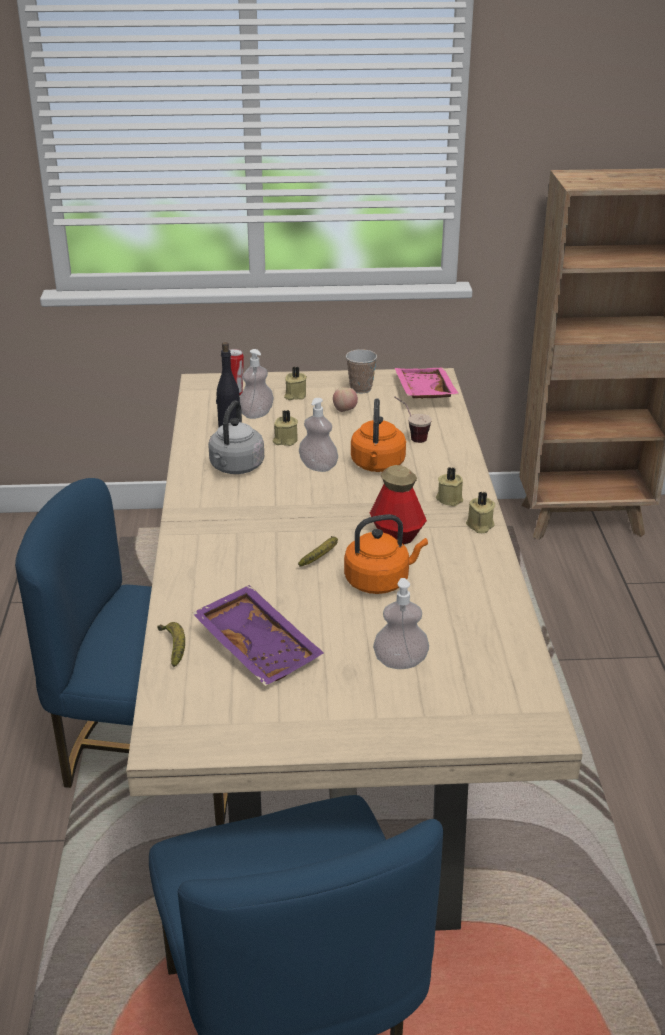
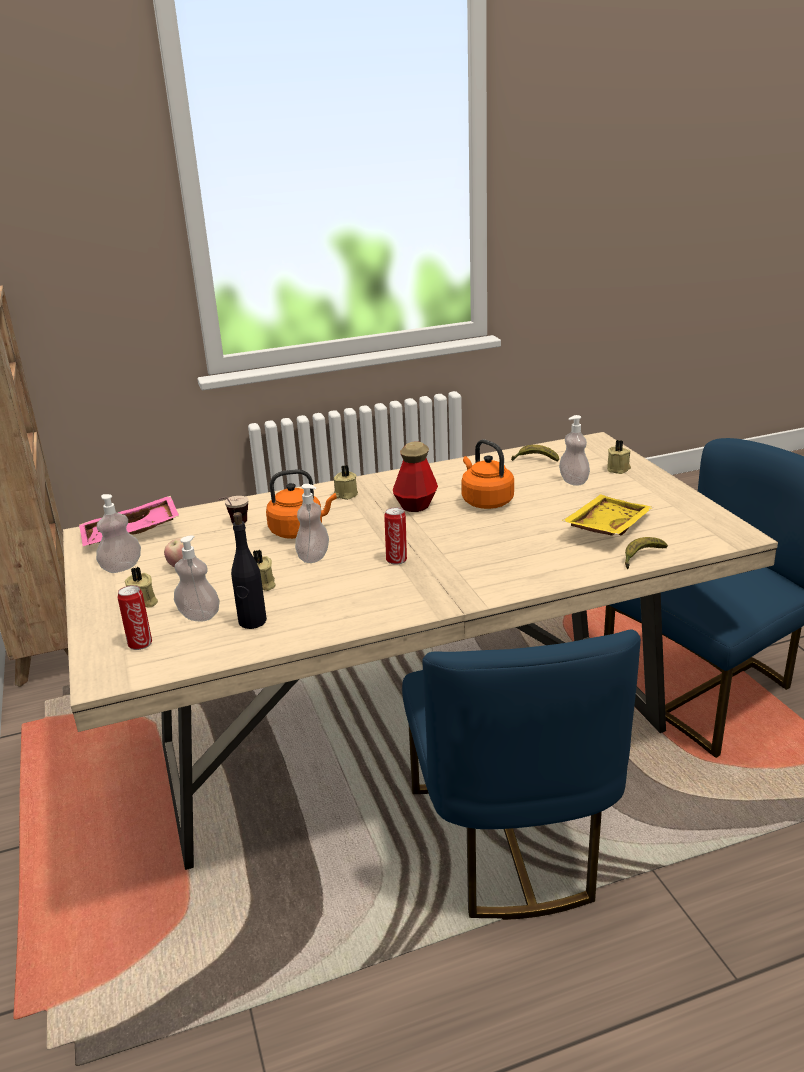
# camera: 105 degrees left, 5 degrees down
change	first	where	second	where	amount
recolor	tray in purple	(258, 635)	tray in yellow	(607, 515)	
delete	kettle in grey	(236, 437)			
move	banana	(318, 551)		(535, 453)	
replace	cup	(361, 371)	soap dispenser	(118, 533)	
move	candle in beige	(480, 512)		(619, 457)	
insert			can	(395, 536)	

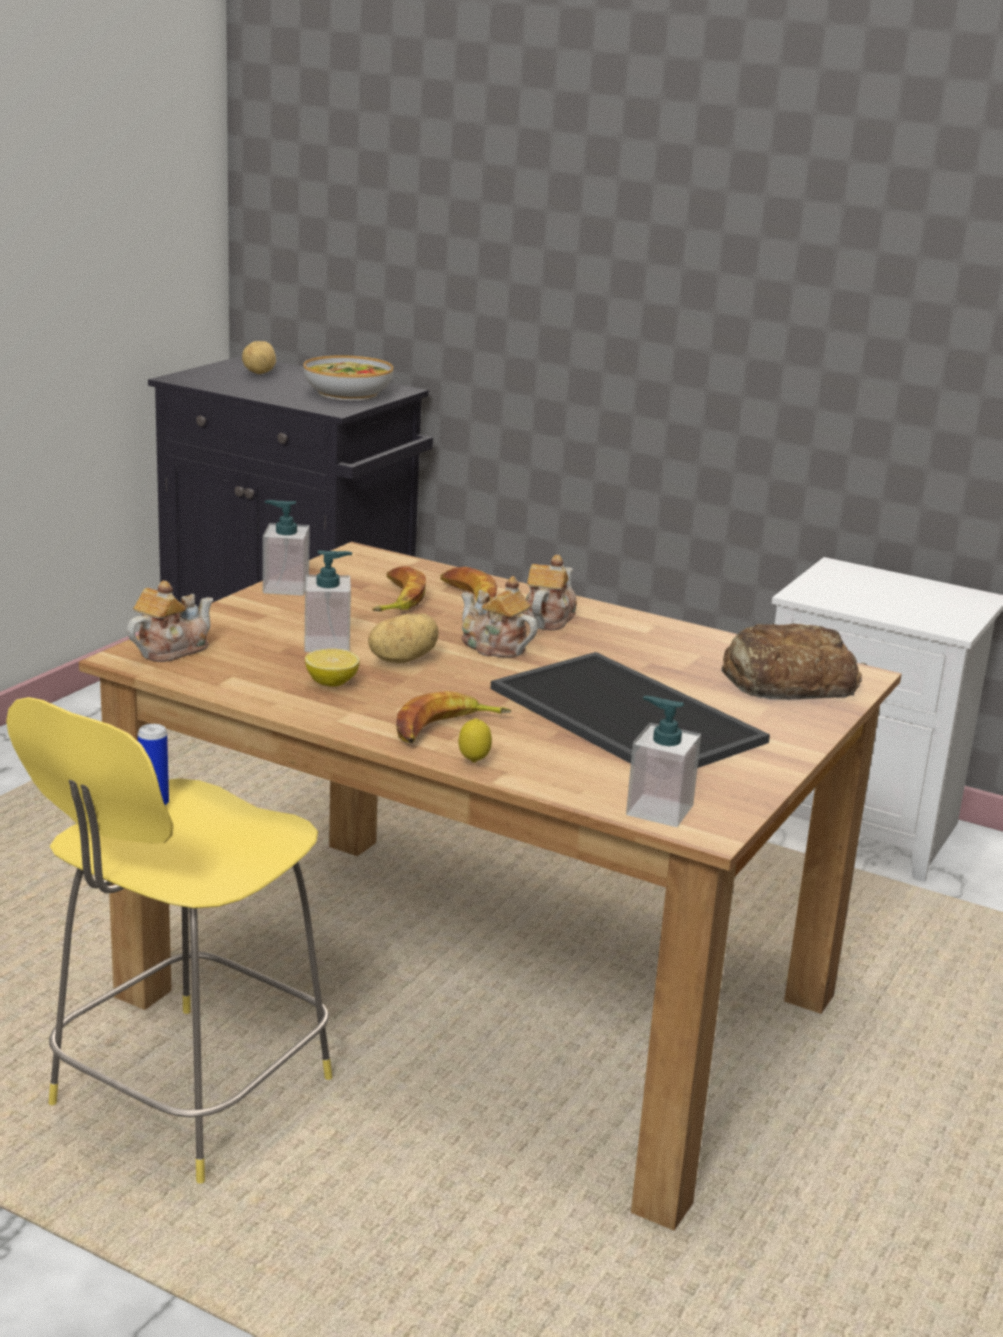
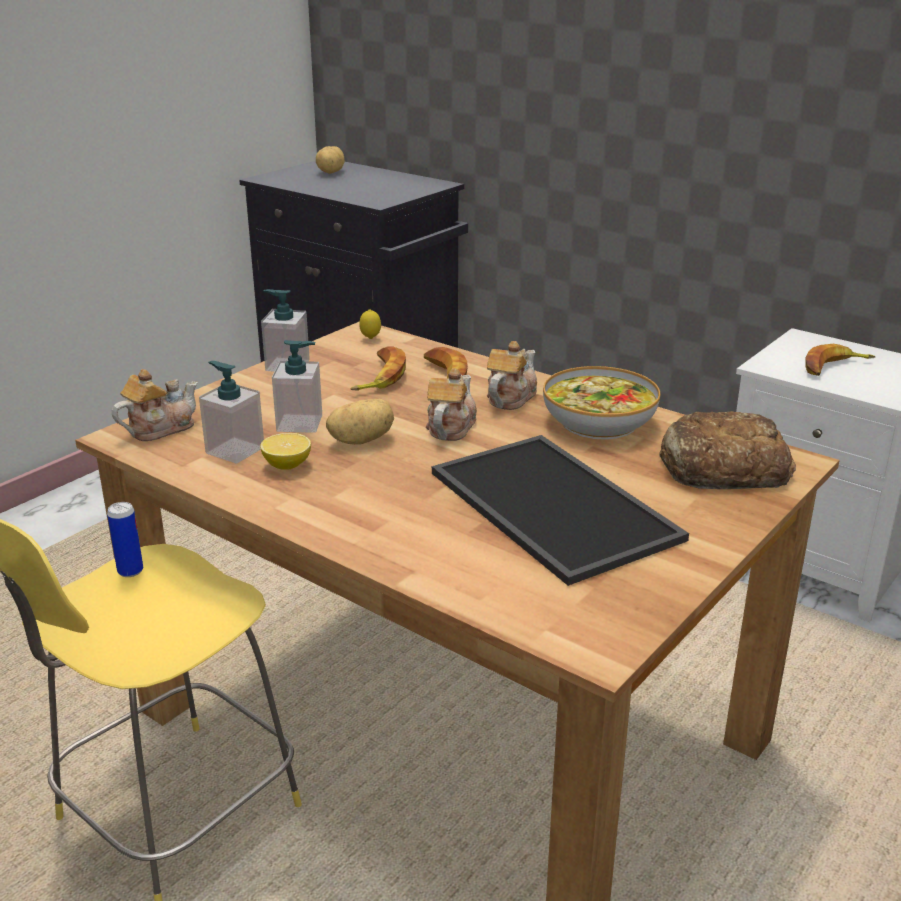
# camera: 10 degrees right, 5 degrees up
change	first	where	second	where	amount
move	bowl	(348, 377)		(601, 403)	
move	banana	(453, 717)		(840, 360)	
move	lemon	(475, 740)		(370, 324)	
rotate	teapot	(499, 616)		(451, 404)	60 degrees clockwise
move	soap dispenser	(663, 761)		(231, 412)	

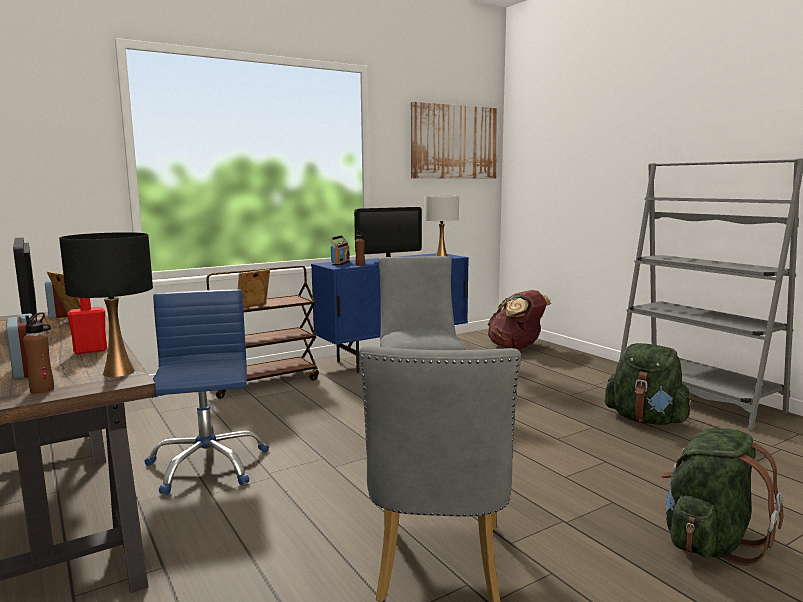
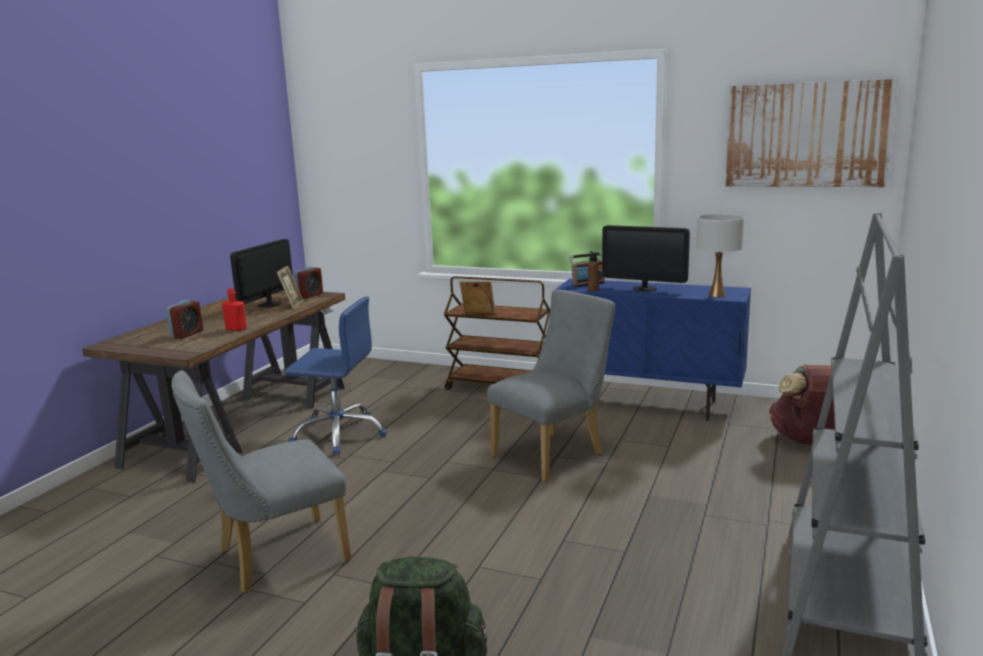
# camera: 55 degrees right, 5 degrees up
change	first	where	second	where	amount
delete	bottle in brown	(38, 353)			
delete	table lamp in black	(106, 304)			
rotate	office chair in blue	(206, 392)		(336, 375)	60 degrees clockwise
delete	backpack in green	(649, 384)			

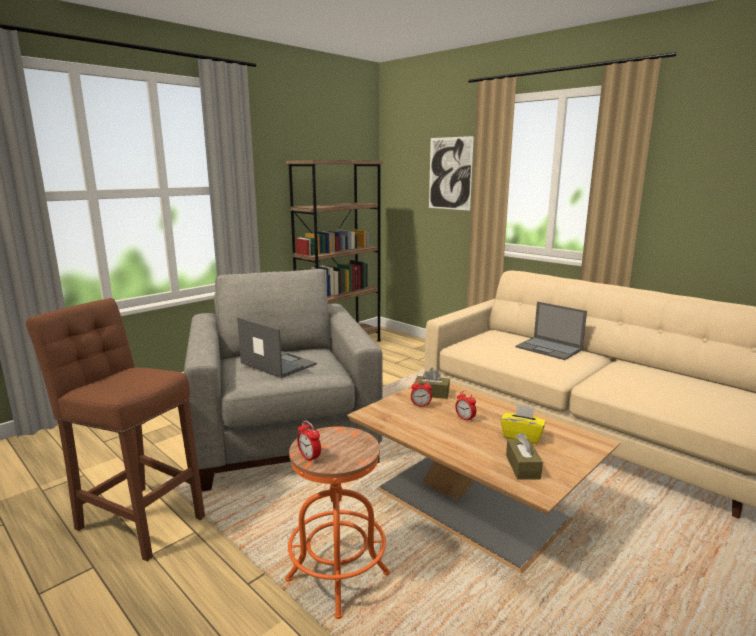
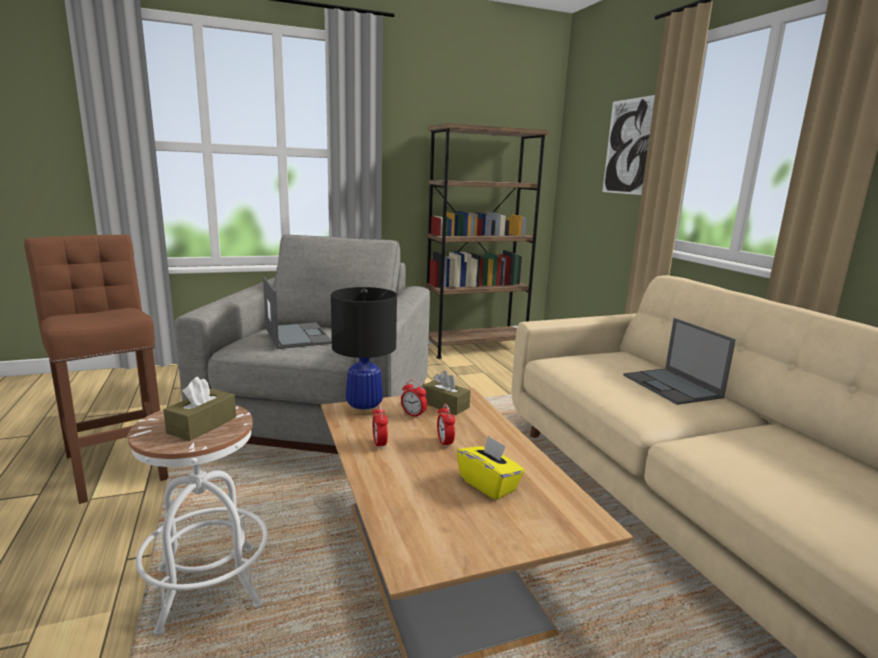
# camera: 25 degrees right, 0 degrees up
change	first	where	second	where	amount
recolor	stool in orange	(337, 522)	stool in white	(198, 520)	
move	alarm clock	(309, 442)		(380, 427)	
move	tissue box in brown	(524, 456)		(200, 409)	
insert			table lamp in black	(364, 351)	

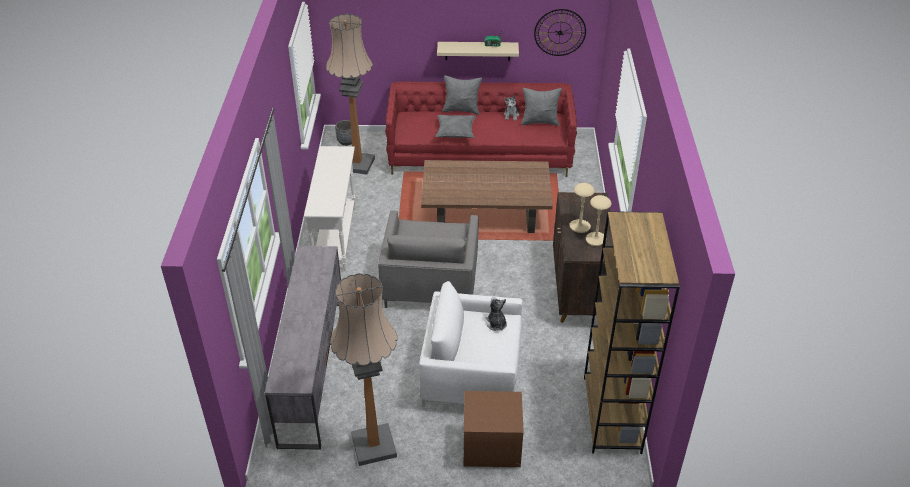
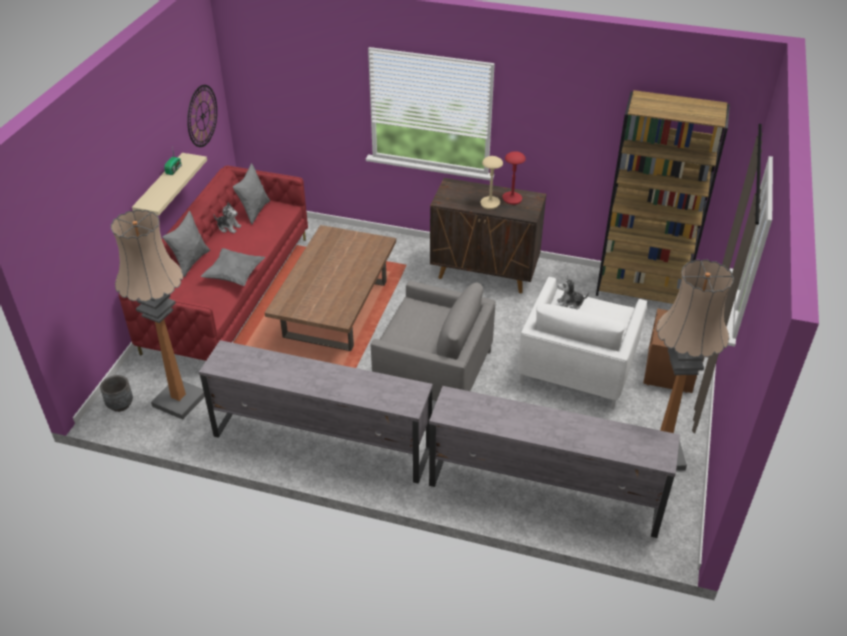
# camera: 75 degrees left, 0 degrees up
change	first	where	second	where	amount
replace	console table in white	(330, 208)	tv stand in grey	(316, 412)	
recolor	table lamp in beige	(598, 220)	table lamp in red	(514, 178)	

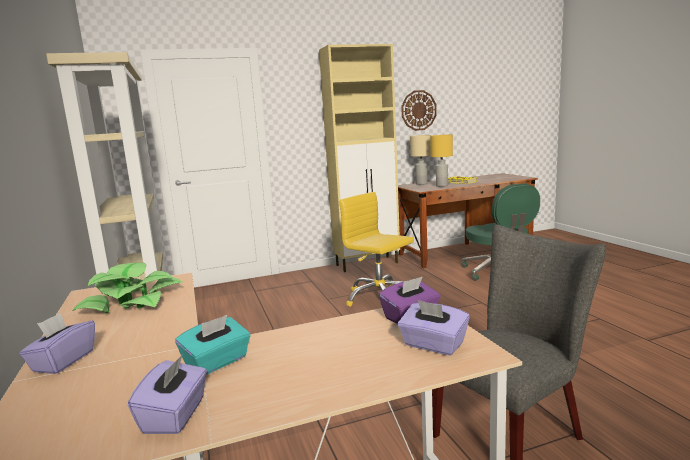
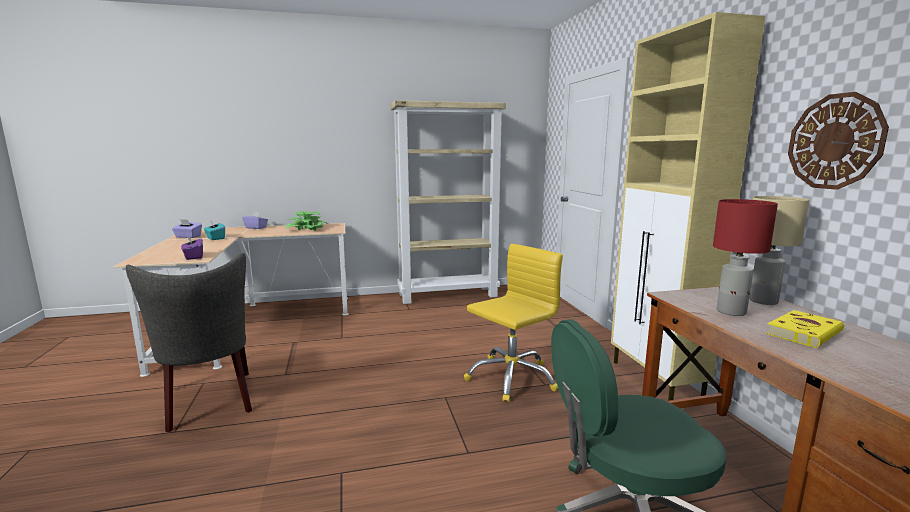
# camera: 95 degrees right, 0 degrees up
change	first	where	second	where	amount
delete	tissue box in purple	(433, 328)			
recolor	table lamp in yellow	(441, 161)	table lamp in red	(745, 257)	

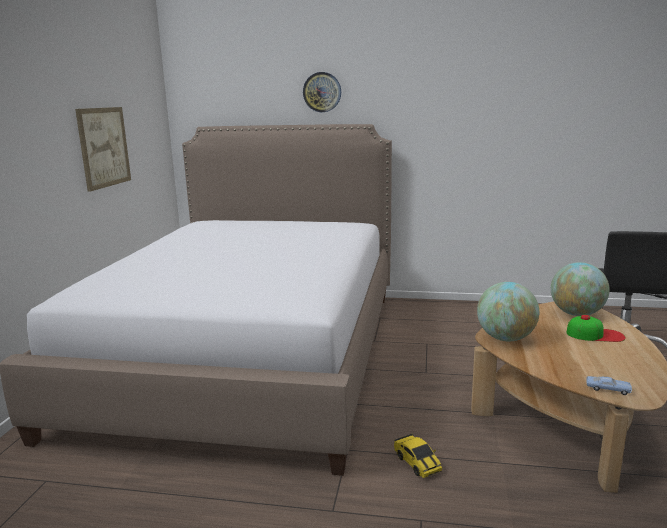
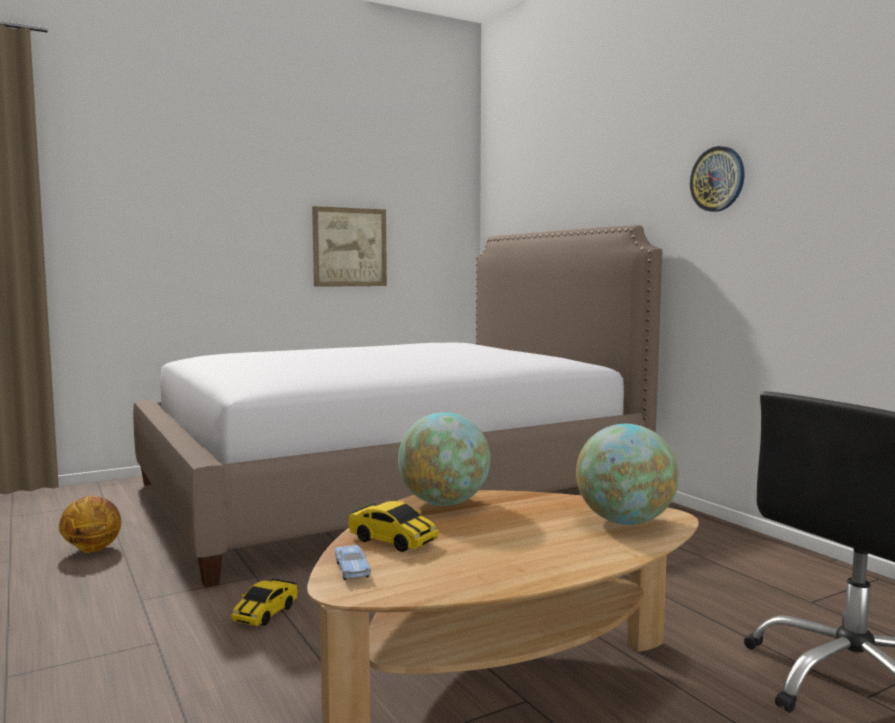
# camera: 50 degrees right, 10 degrees down
change	first	where	second	where	amount
move	wall clock	(322, 92)		(717, 179)	
delete	cap	(596, 328)			
insert			basketball	(90, 524)	
insert			toy car	(393, 526)	

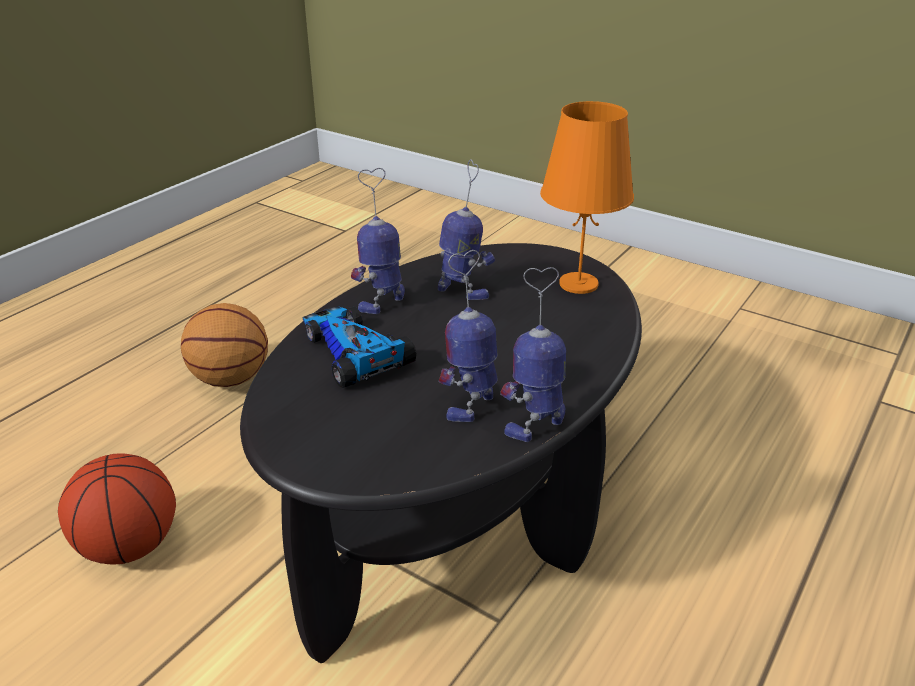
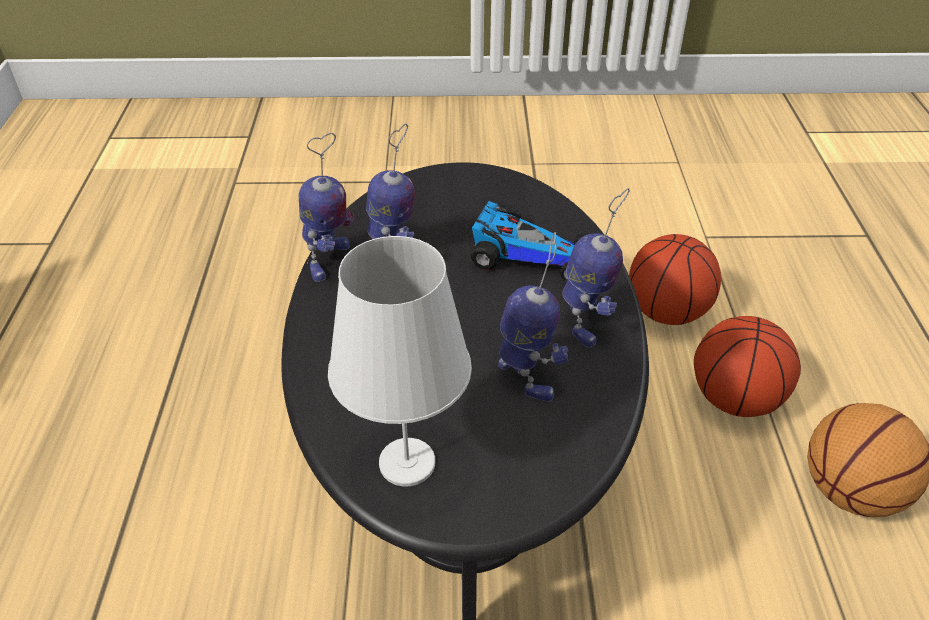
# camera: 145 degrees right, 10 degrees up
change	first	where	second	where	amount
rotate	toy robot	(466, 229)		(533, 317)	120 degrees counterclockwise
recolor	table lamp in orange	(587, 197)	table lamp in white	(400, 361)	
insert			basketball	(747, 366)	

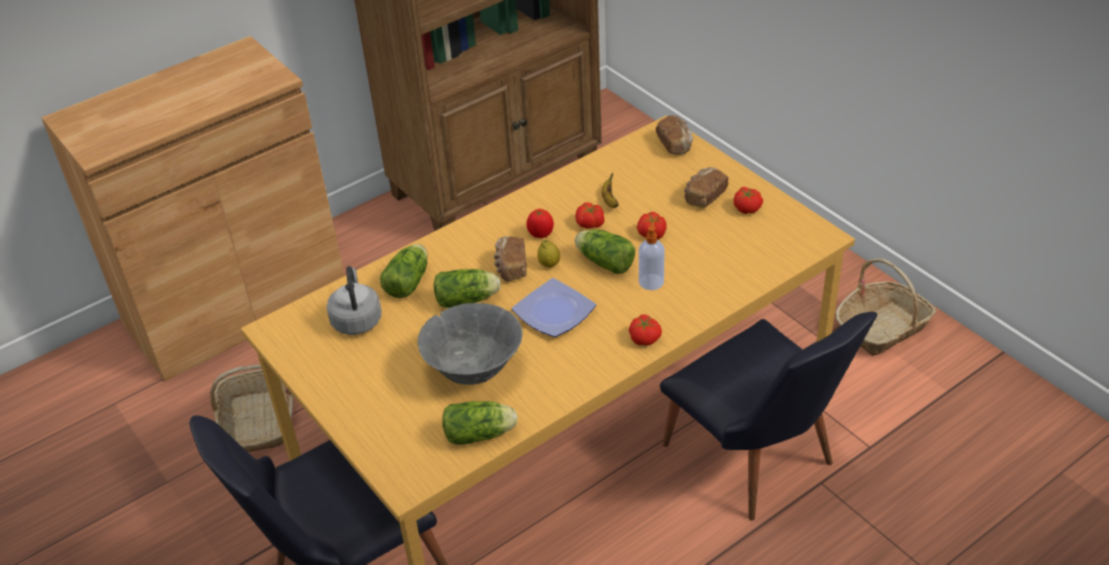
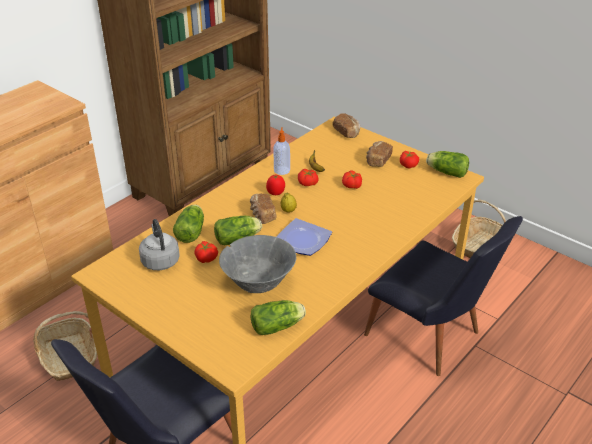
# camera: 15 degrees left, 5 degrees down
change	first	where	second	where	amount
move	lettuce	(605, 251)		(447, 164)	
move	tomato	(645, 330)		(206, 252)	
move	soap dispenser	(651, 254)		(281, 151)	

